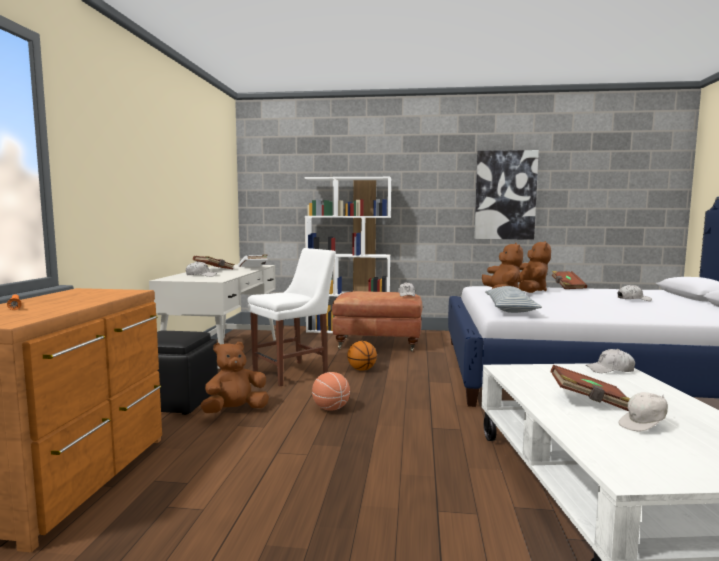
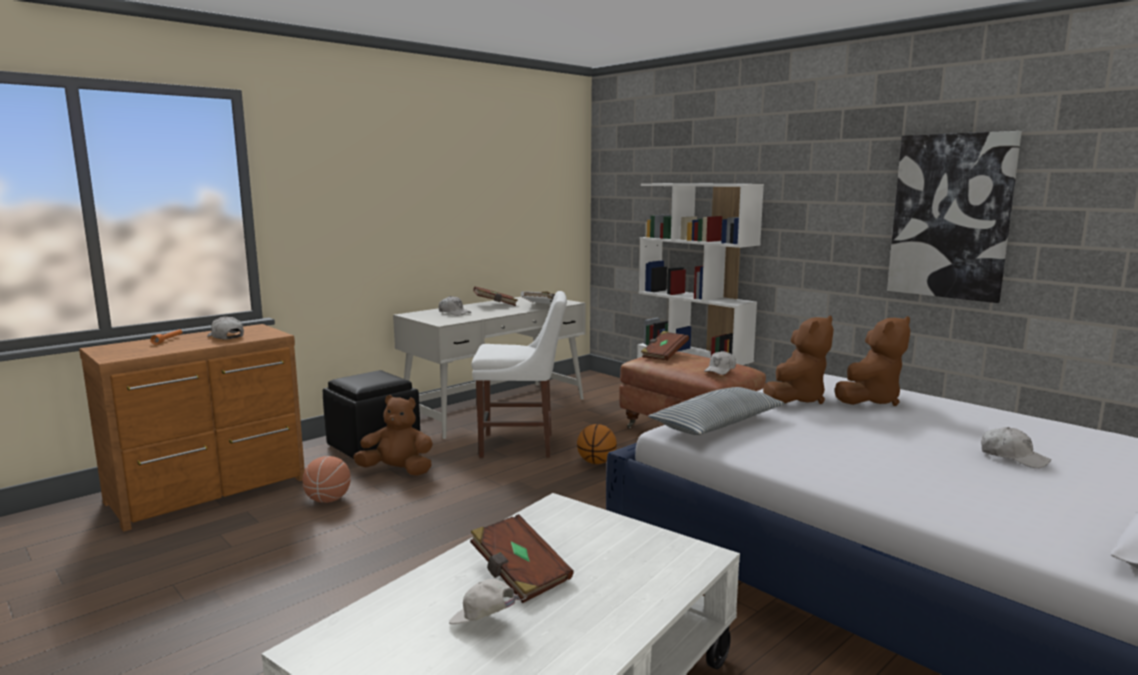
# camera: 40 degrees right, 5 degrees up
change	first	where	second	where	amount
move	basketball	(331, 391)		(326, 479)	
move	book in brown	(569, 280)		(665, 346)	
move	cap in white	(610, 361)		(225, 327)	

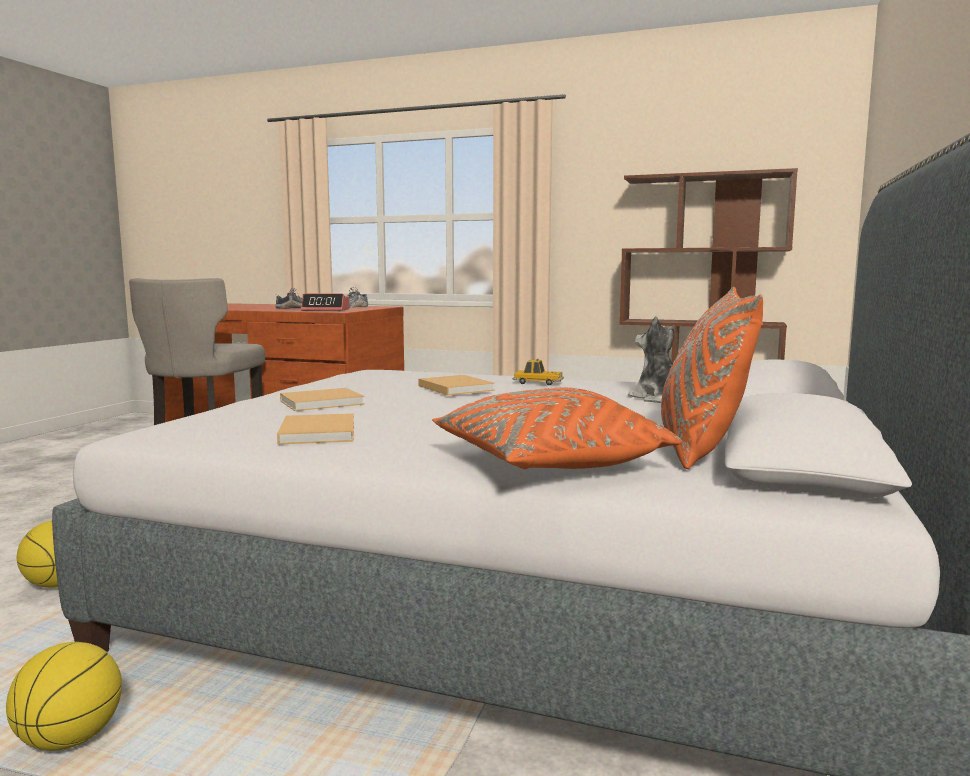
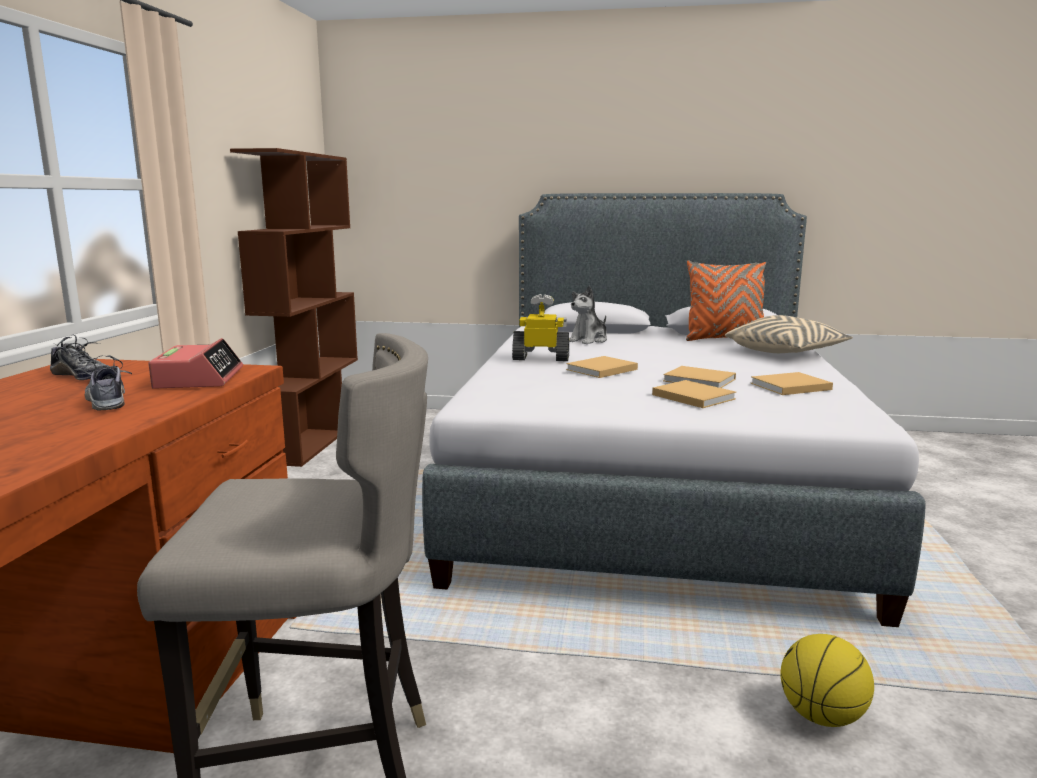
# camera: 100 degrees left, 5 degrees up
change	first	where	second	where	amount
delete	basketball	(64, 696)			
recolor	pillow in orange	(557, 428)	pillow in beige	(789, 334)	
replace	toy car	(538, 372)	toy robot	(540, 327)	
insert			book in beige	(699, 377)	

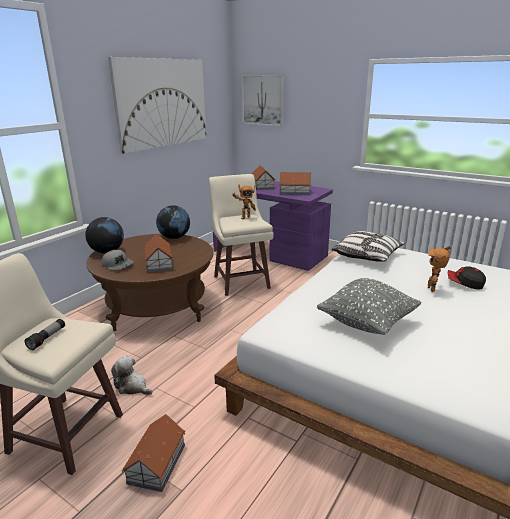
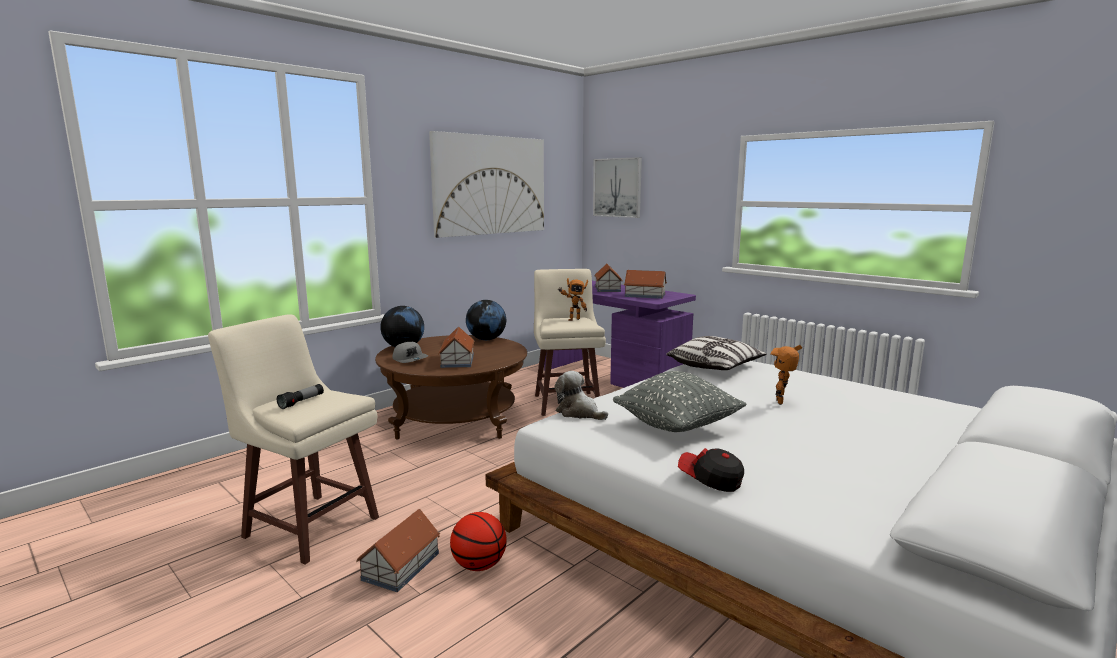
# camera: 10 degrees right, 10 degrees down
change	first	where	second	where	amount
move	plush toy	(132, 375)		(581, 395)	
move	cap	(467, 278)		(711, 470)	
insert			basketball	(478, 541)	

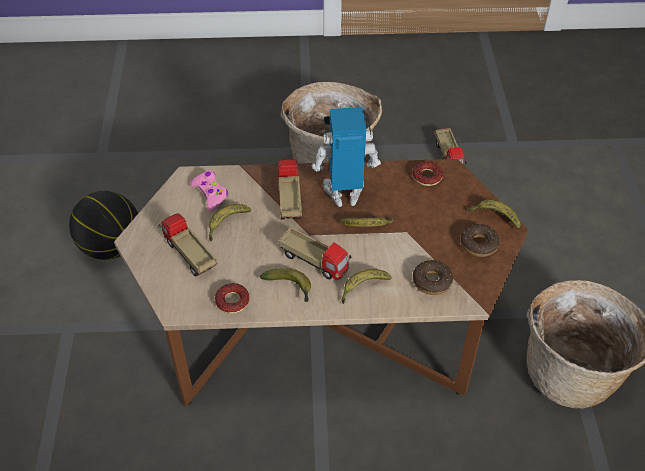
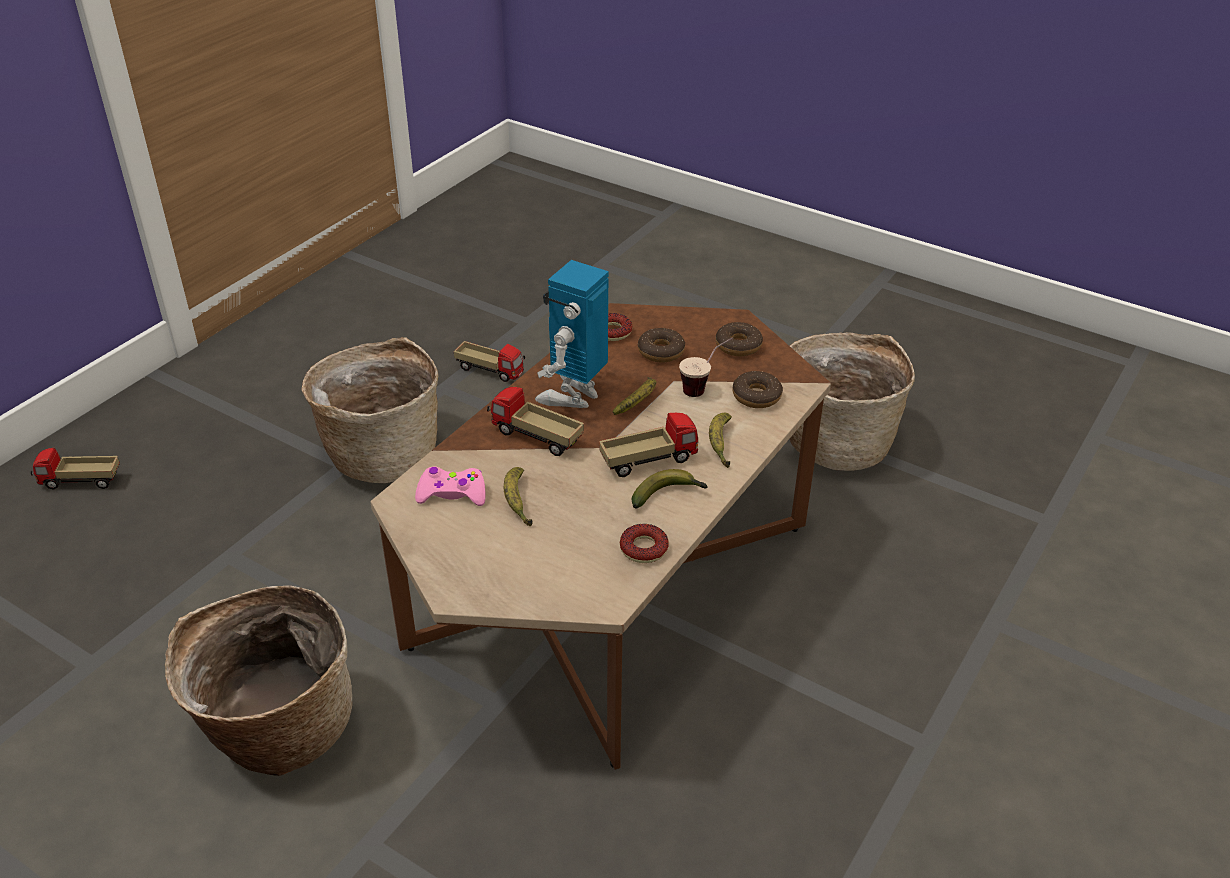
# camera: 55 degrees left, 10 degrees down
change	first	where	second	where	amount
replace	basketball	(103, 225)	basket	(259, 680)	
move	toy truck	(188, 245)		(75, 469)	
delete	banana	(494, 214)			
insert			donut	(661, 345)	
insert			cup	(706, 367)	

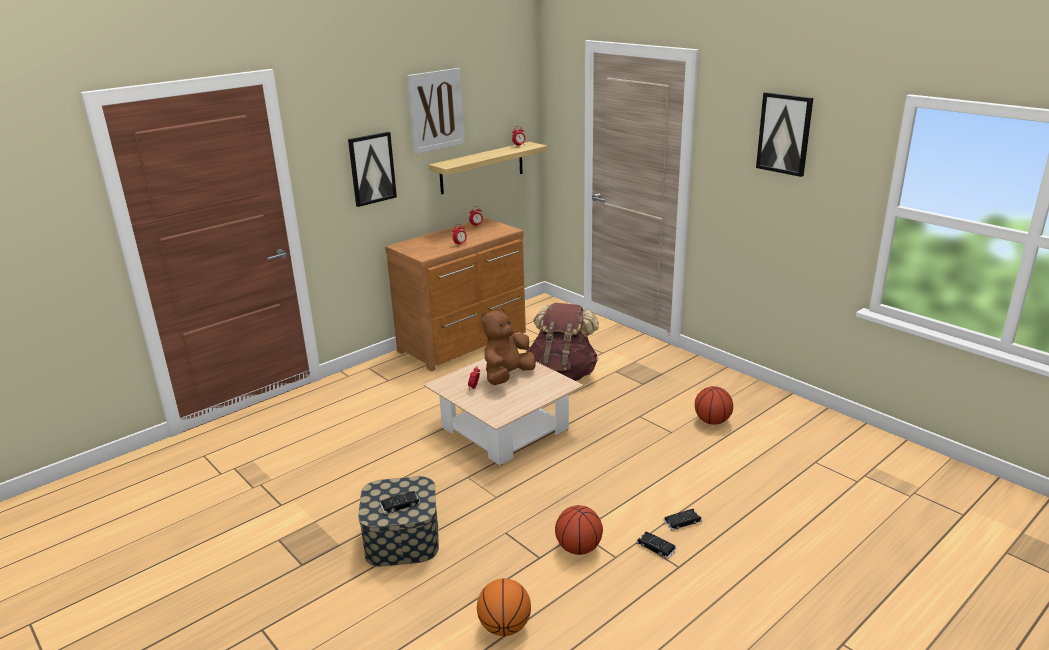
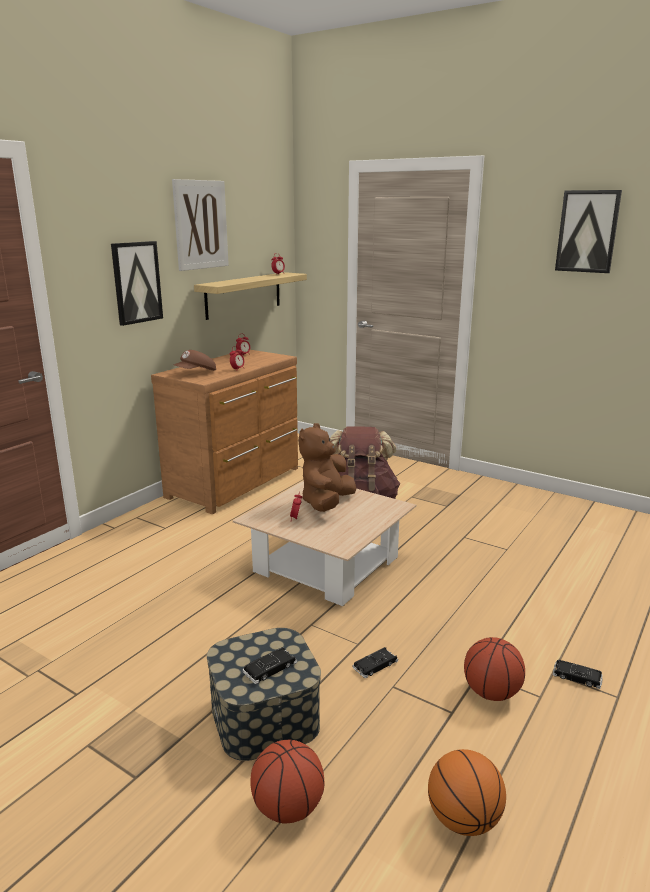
# camera: 15 degrees left, 5 degrees down
change	first	where	second	where	amount
move	toy car in black	(682, 520)		(375, 662)	
move	basketball	(714, 405)		(287, 781)	
insert			cap in brown	(195, 360)	

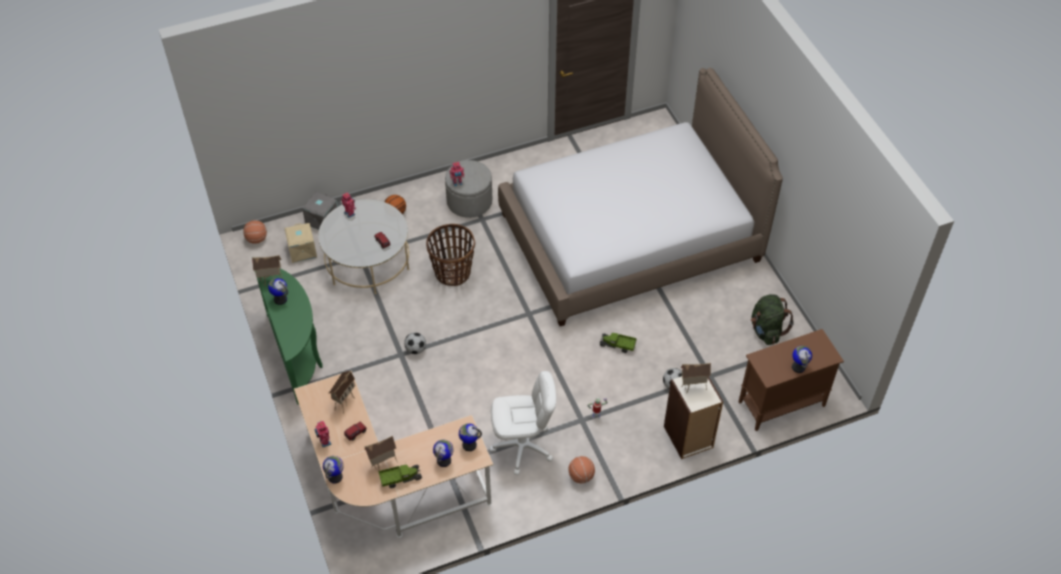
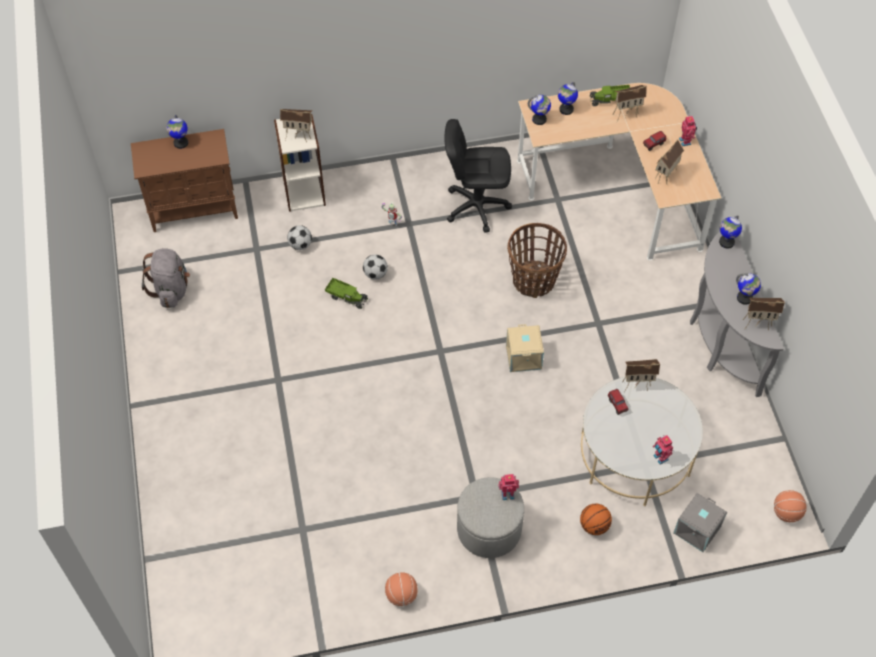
# camera: 170 degrees left, 5 degrees up
change	first	where	second	where	amount
recolor	console table in green	(288, 336)	console table in grey	(737, 314)	
move	storage box in beige	(300, 243)		(525, 348)	
move	globe	(333, 470)		(730, 232)	
move	football	(415, 343)		(375, 267)	
move	basket	(450, 255)		(537, 260)	
recolor	office chair in white	(523, 423)	office chair in black	(478, 176)	
delete	bed	(640, 197)			
move	basketball	(582, 469)		(401, 589)	
recolor	backpack in green	(772, 319)	backpack in grey	(166, 278)	
insert			toy house	(641, 375)	

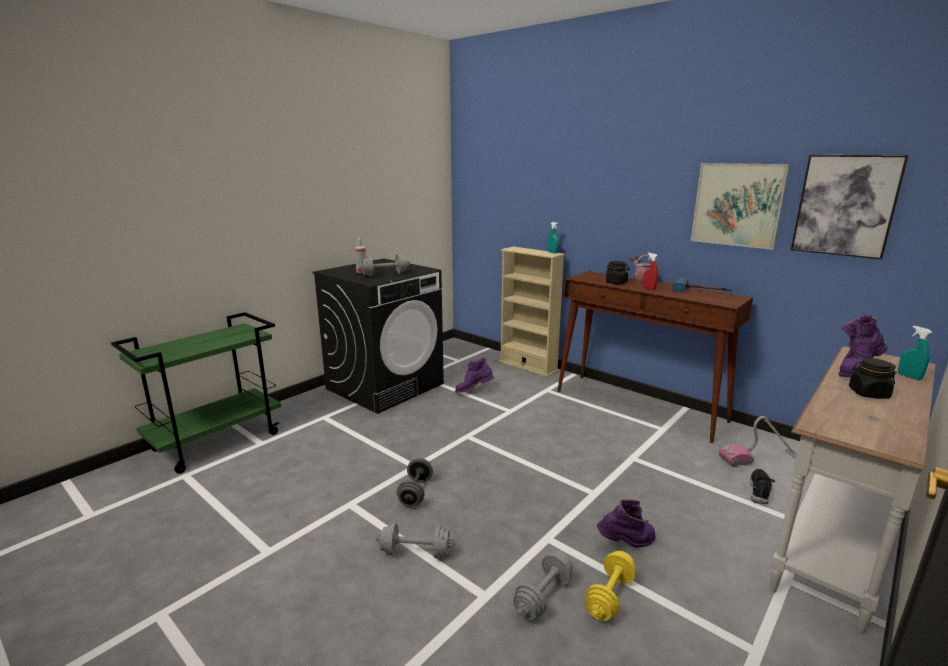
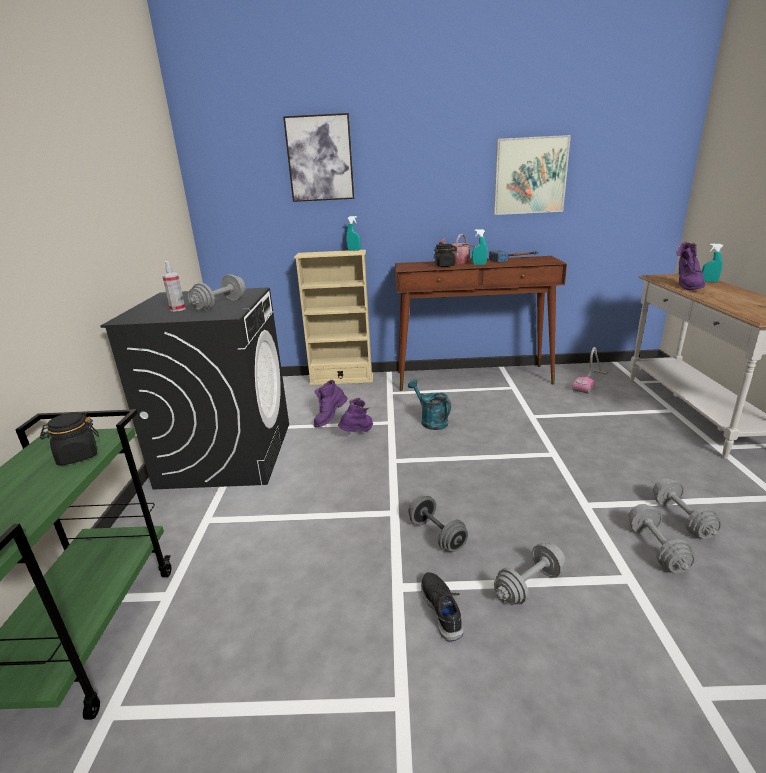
# camera: 40 degrees left, 5 degrees up
change	first	where	second	where	amount
recolor	dumbbell in yellow	(610, 586)	dumbbell in grey	(687, 508)	
move	boot in purple	(626, 523)		(355, 415)	
recolor	spray bottle in red	(650, 271)	spray bottle in turquoise	(479, 247)	
move	shoe in black	(762, 486)		(442, 607)	
move	picture	(850, 207)		(318, 157)	
move	jar in black	(873, 378)		(69, 439)	
insert			watering can in turquoise	(429, 404)	

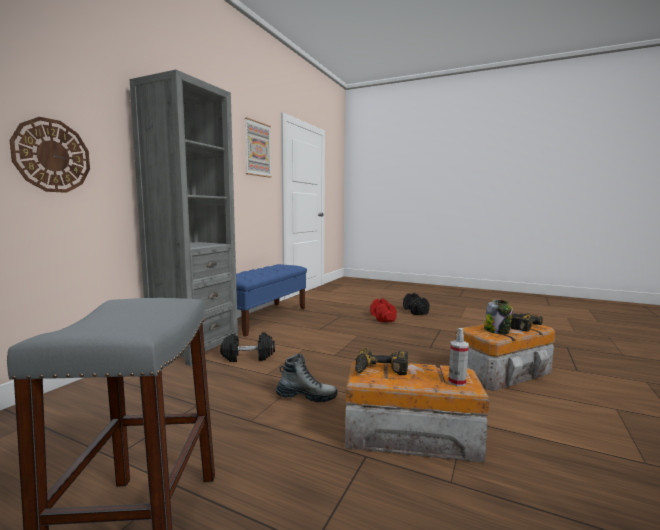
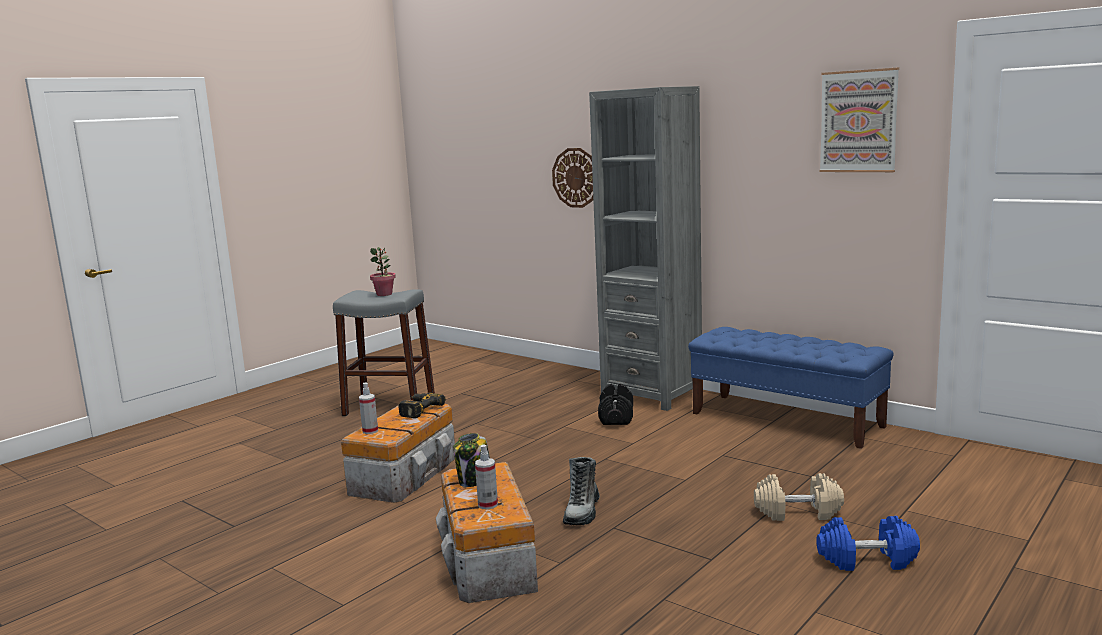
# camera: 105 degrees right, 5 degrees up
change	first	where	second	where	amount
move	boot	(306, 377)		(581, 491)	
recolor	dumbbell in red	(383, 310)	dumbbell in beige	(799, 497)	
recolor	dumbbell in black	(416, 304)	dumbbell in blue	(868, 543)	
replace	power drill	(526, 322)	spray bottle	(486, 477)	
insert			potted plant	(383, 271)	

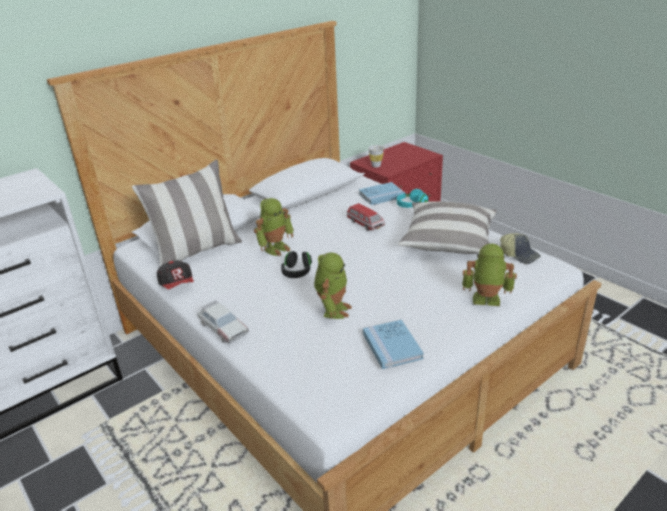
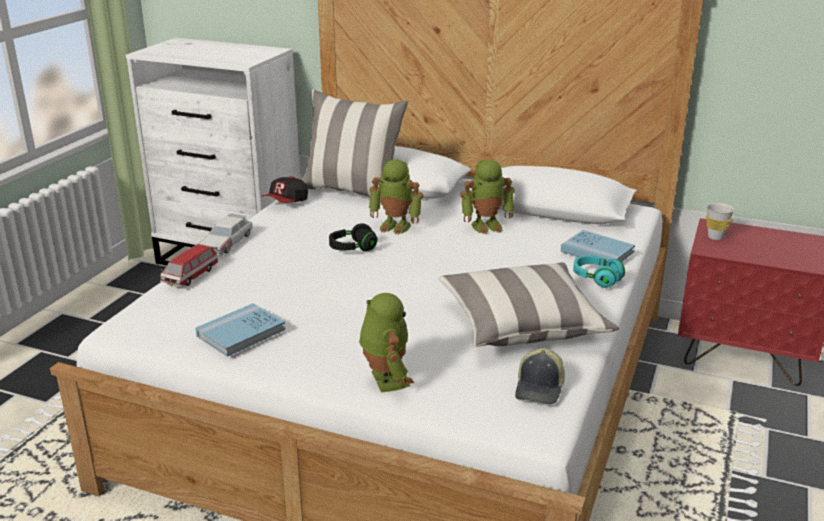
# camera: 60 degrees right, 5 degrees down
change	first	where	second	where	amount
move	toy robot	(333, 285)		(487, 196)	
move	toy car	(366, 217)		(189, 265)	

